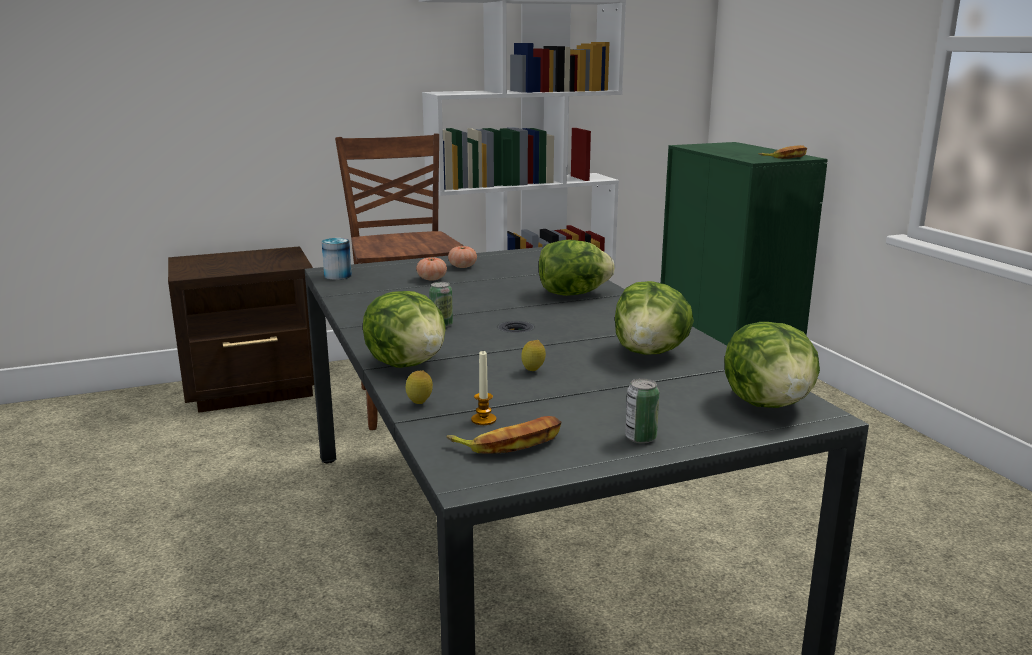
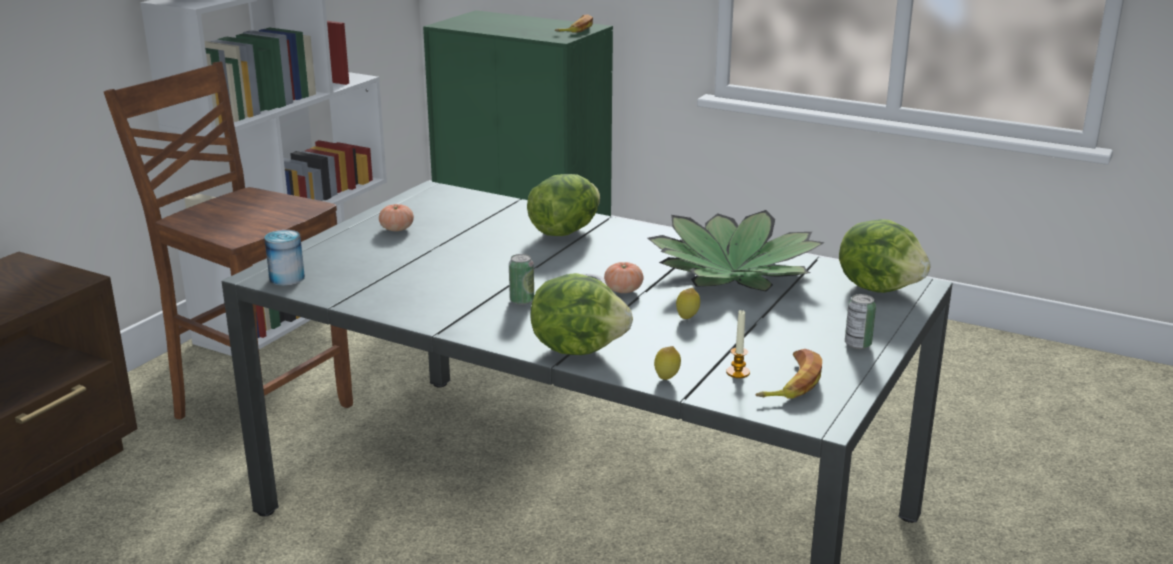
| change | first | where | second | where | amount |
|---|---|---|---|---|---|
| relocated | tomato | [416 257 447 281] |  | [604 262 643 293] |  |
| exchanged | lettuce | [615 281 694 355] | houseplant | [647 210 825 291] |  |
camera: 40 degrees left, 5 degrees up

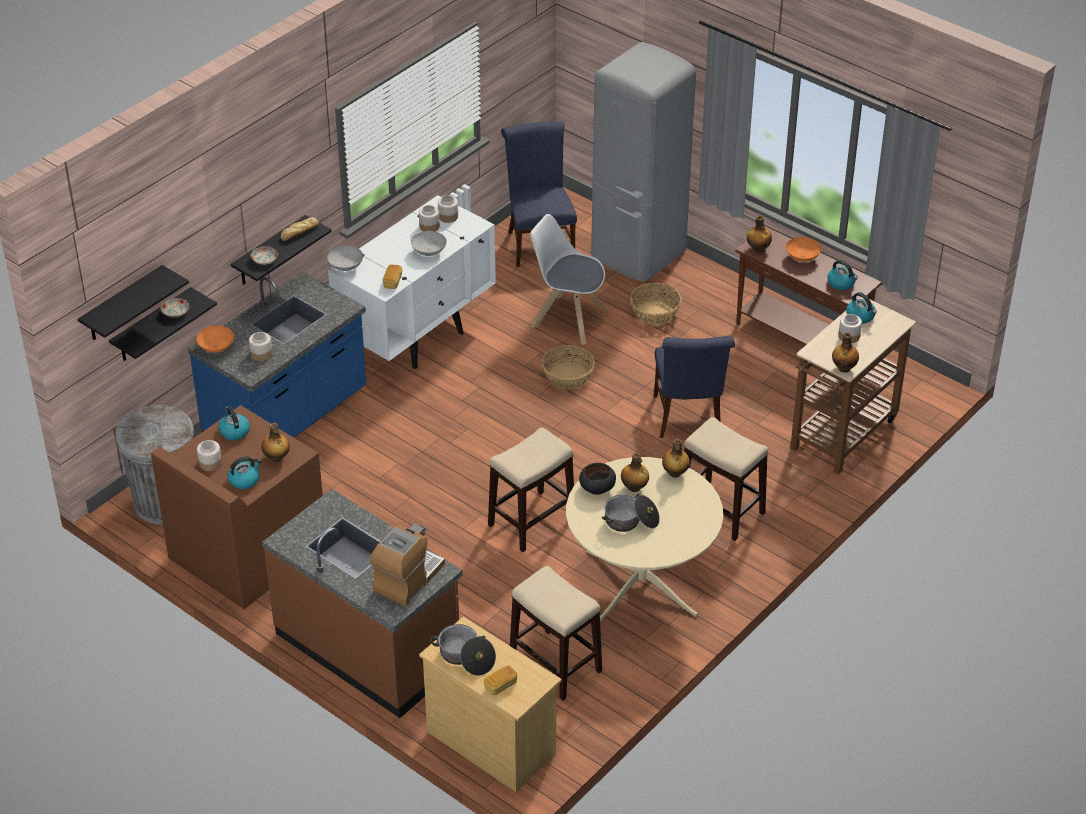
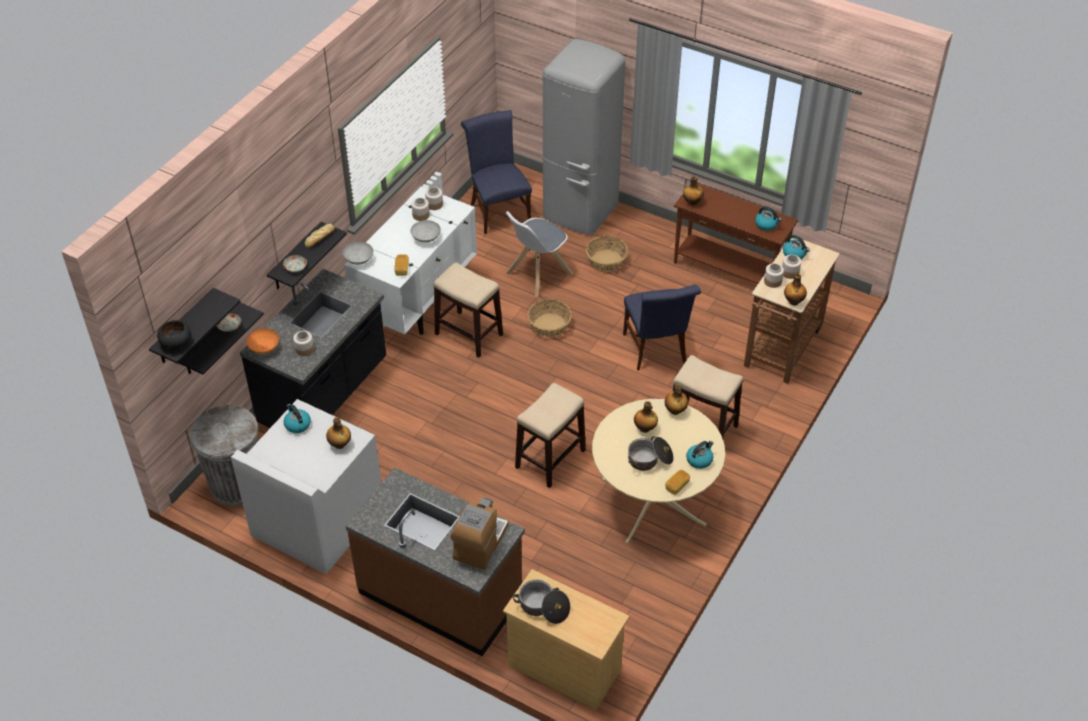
| change | first | where | second | where | amount |
|---|---|---|---|---|---|
| colour | brown-coloured laundry machine | [151 405 323 609] | white-coloured laundry machine | [231 399 382 574] |  |
| colour | blue kitchen counter | [188 271 366 438] | blackish kitchen counter | [240 268 386 428] |  |
| relocated | preserve jar | [197 440 222 471] |  | [764 263 784 288] |  |
| relocated | kettle | [227 456 261 489] |  | [686 441 714 469] |  |
| relocated | baked bread | [484 665 517 695] |  | [665 470 690 495] |  |
| relocated | sitting stool | [510 566 602 700] |  | [434 262 503 358] |  |
| spun | upright chair | [530 214 610 345] |  | [506 211 573 297] | 60 degrees counterclockwise |
| relocated | blackish bowl | [579 463 616 495] |  | [157 320 191 349] |  |
| missing | orange-coloured bowl | [786 237 821 262] |  |  |  |
camera: 10 degrees left, 5 degrees up

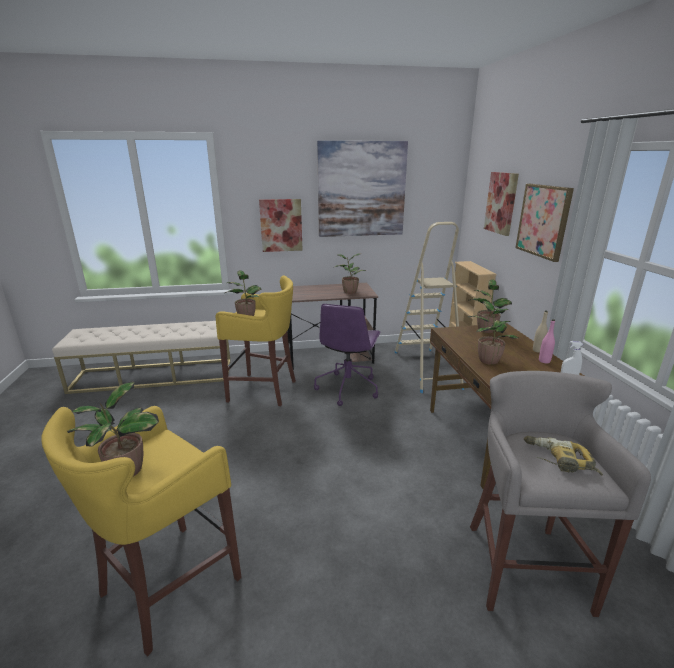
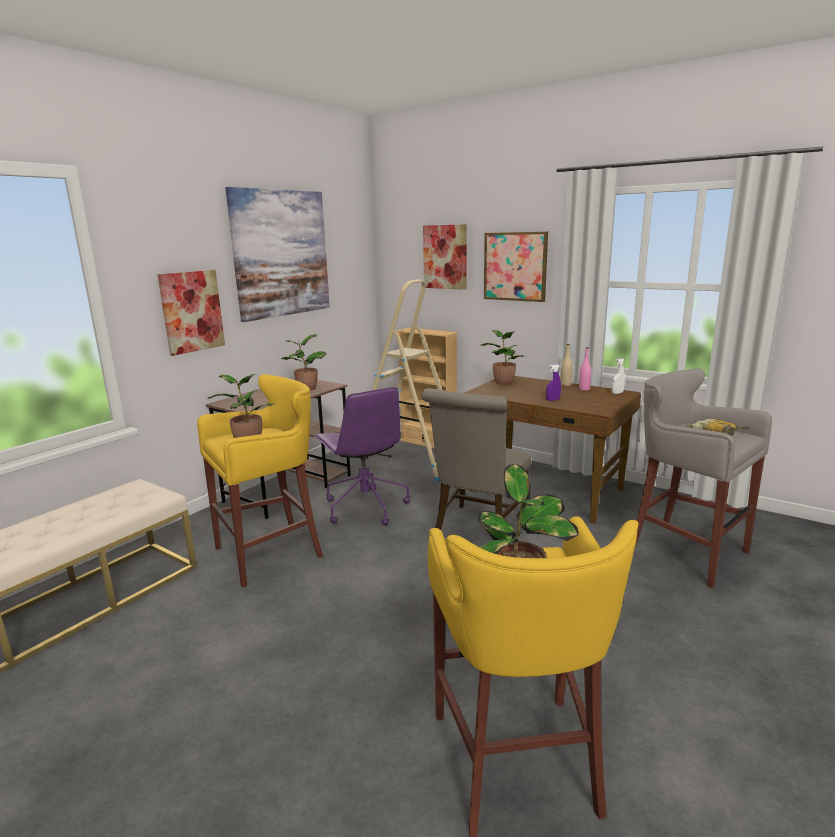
| change | first | where | second | where | amount |
|---|---|---|---|---|---|
| exchanged | houseplant | [466 301 519 365] | purple-coloured spray bottle | [546 364 561 401] |  |
| appeared |  |  | beige upright chair | [422 388 531 530] |  |
camera: 45 degrees left, 5 degrees down

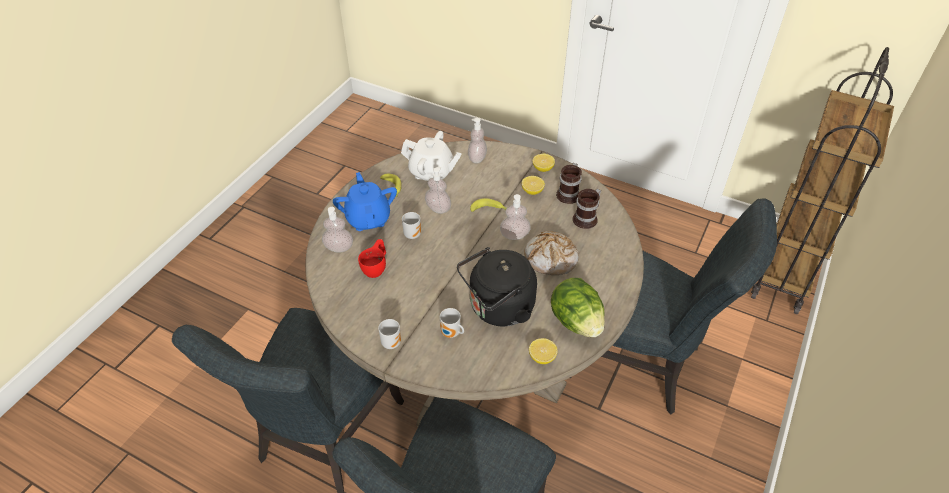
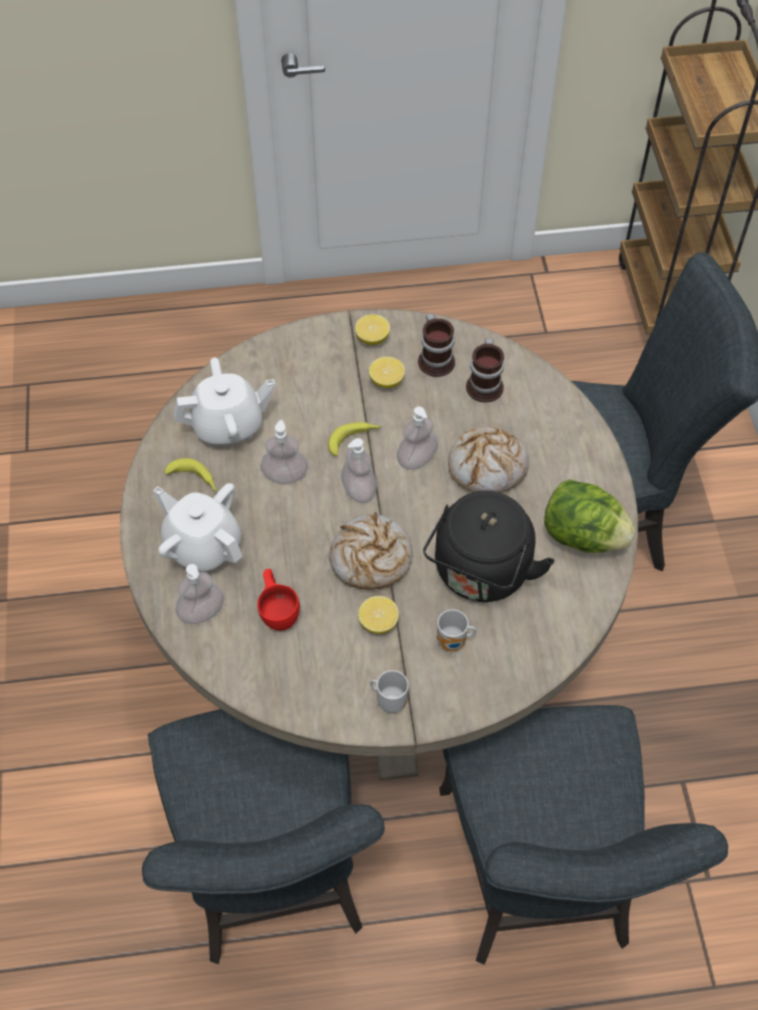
| change | first | where | second | where | amount |
|---|---|---|---|---|---|
| colour | blue pot for tea | [333 172 397 231] | white-coloured pot for tea | [153 483 243 572] |  |
| missing | coffee mug | [402 212 421 239] |  |  |  |
| relocated | soap dispenser | [468 118 487 164] |  | [341 438 377 503] |  |
| relocated | citrus fruit | [529 338 558 364] |  | [358 596 399 634] |  |
| appeared |  |  | baked bread | [329 512 413 590] |  |
camera: 35 degrees left, 10 degrees up

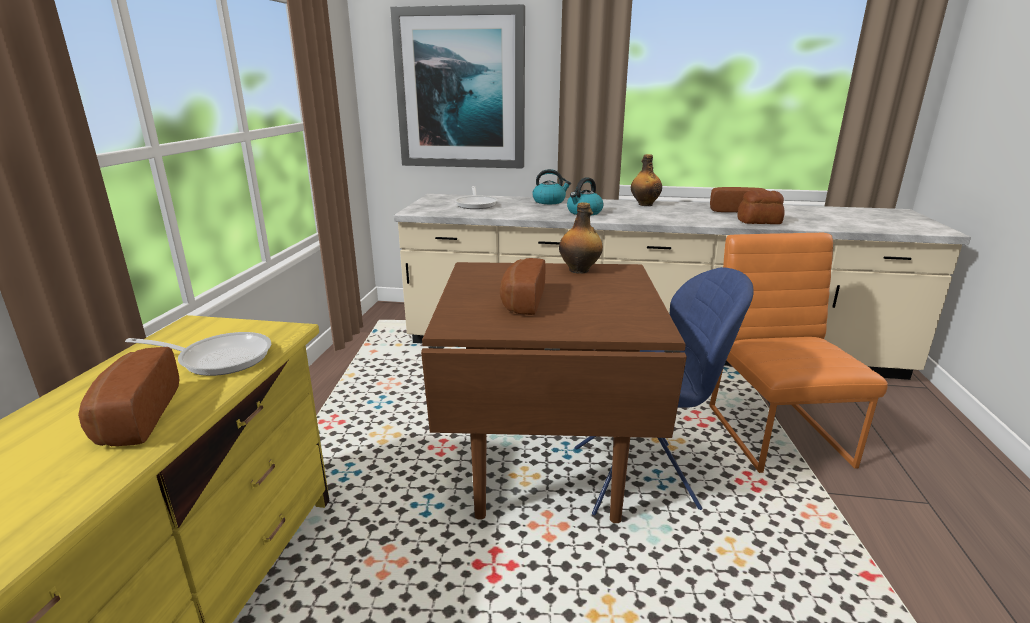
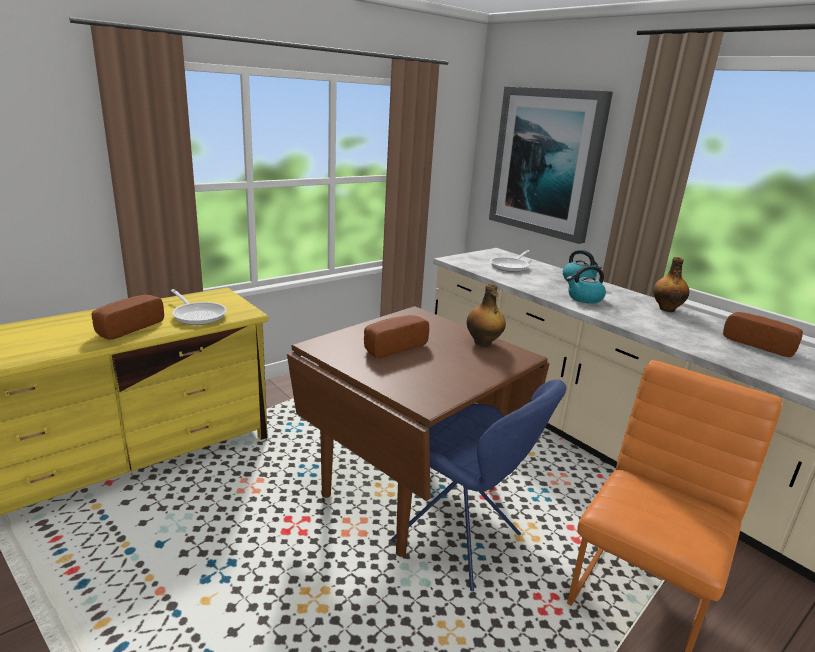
| change | first | where | second | where | amount |
|---|---|---|---|---|---|
| missing | baked bread | [737 190 785 224] |  |  |  |
camera: 40 degrees right, 0 degrees up

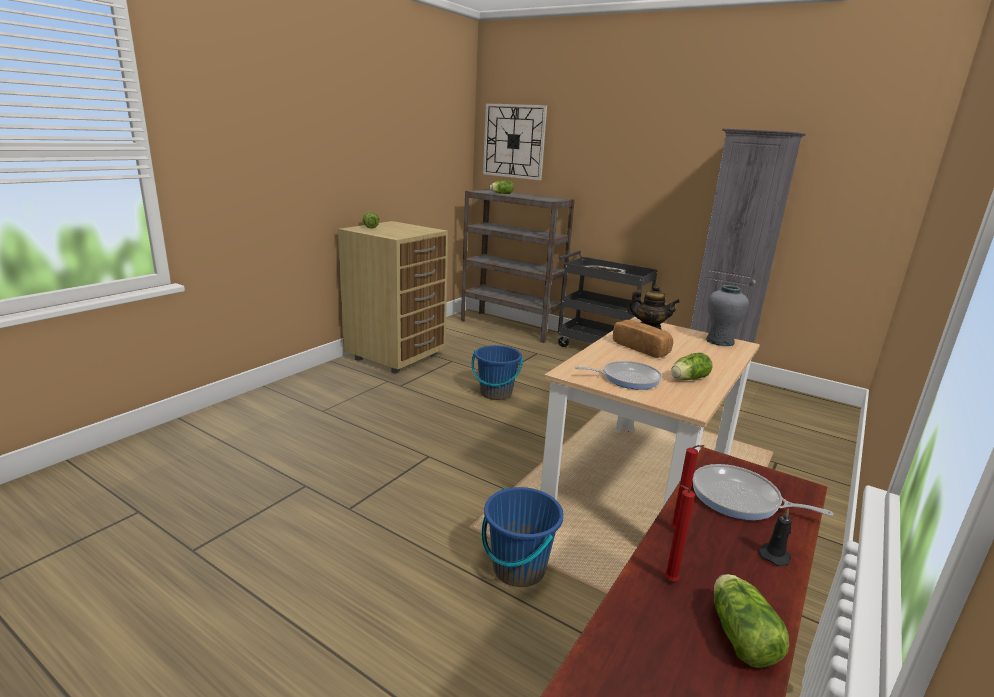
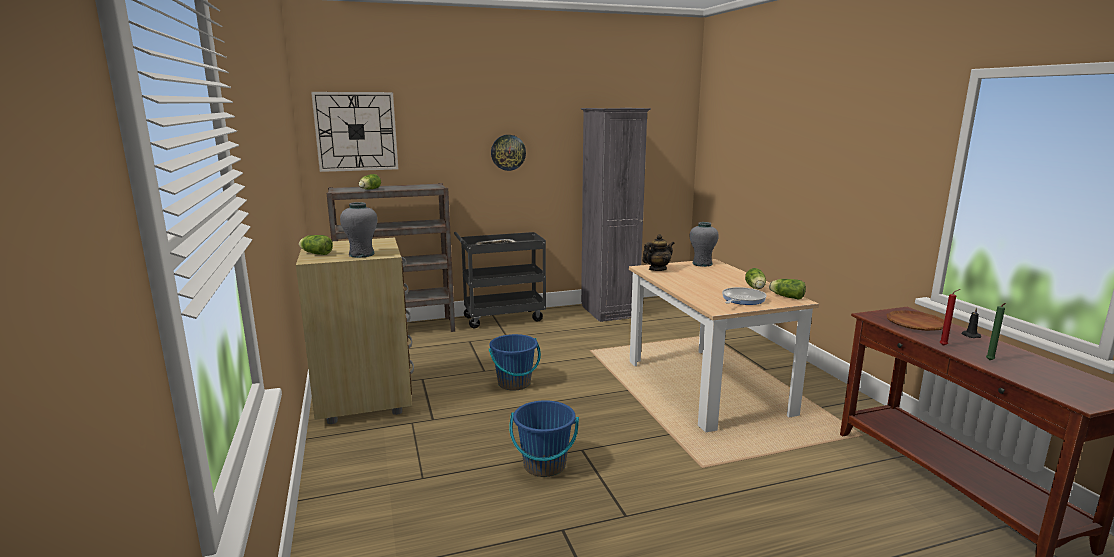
| change | first | where | second | where | amount |
|---|---|---|---|---|---|
| relocated | blue bucket | [482 487 564 587] |  | [509 400 579 477] |  |
| missing | baked bread | [613 320 673 358] |  |  |  |
| colour | red wax light | [664 485 695 581] | green-coloured wax light | [986 303 1006 360] |  |
| exchanged | frying pan | [693 464 834 520] | brown-coloured plate | [886 310 944 331] |  |
| relocated | lettuce | [714 574 789 668] |  | [769 279 806 300] |  |
| appeared |  |  | gray vase | [340 202 377 258] |  |
| appeared |  |  | hanging clock | [491 135 526 171] |  |
camera: 50 degrees left, 5 degrees down

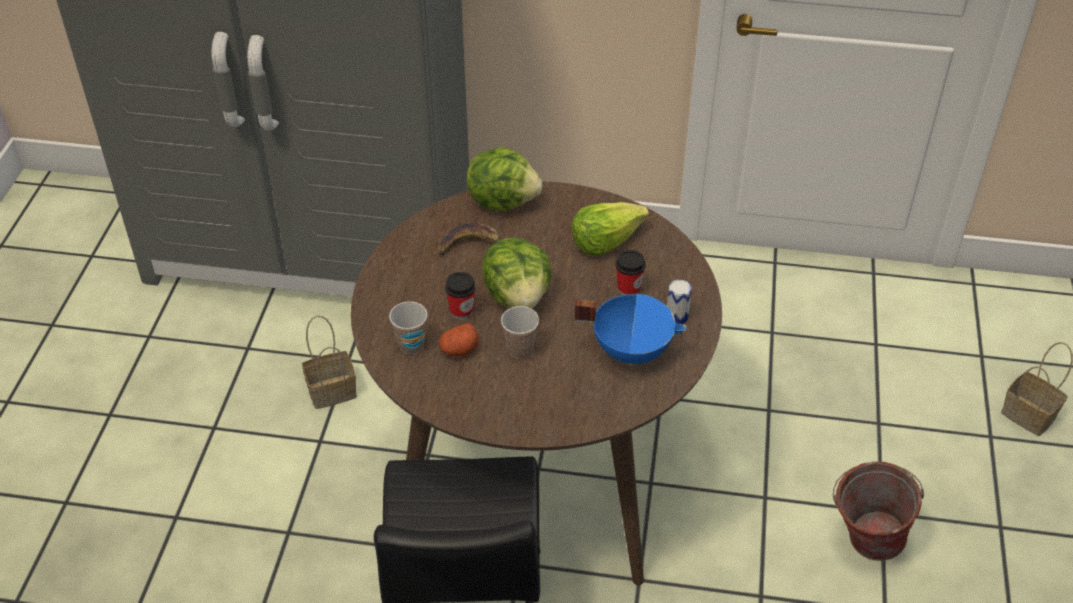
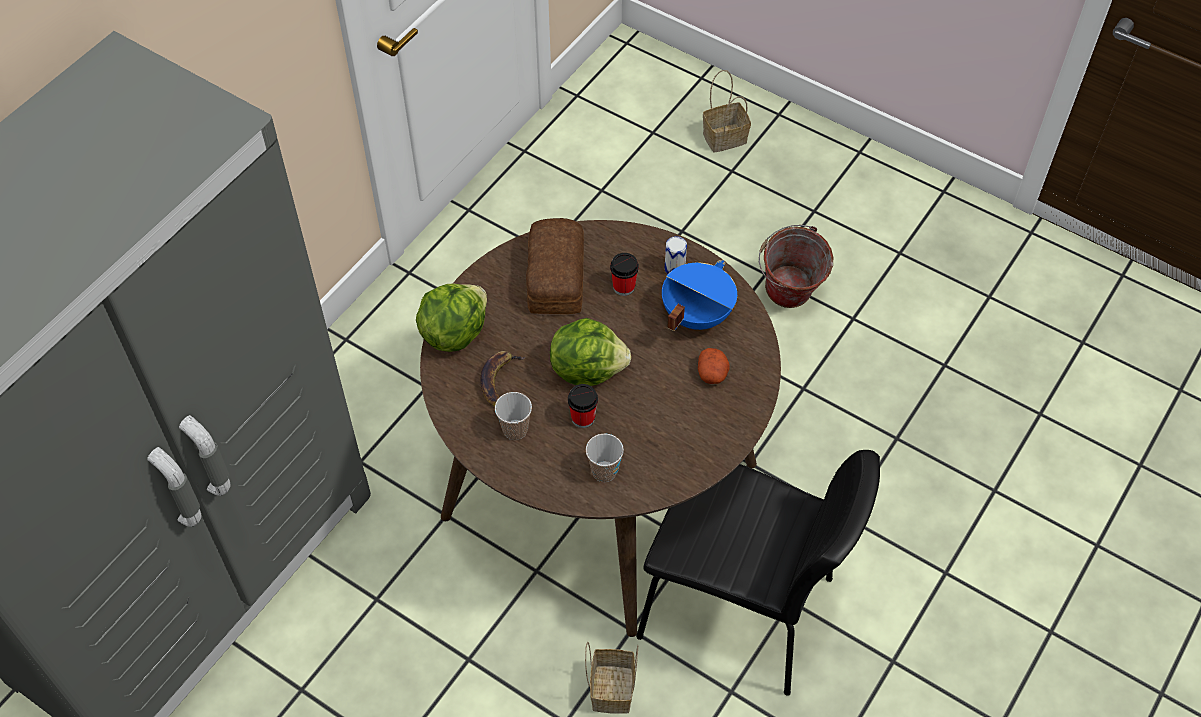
| change | first | where | second | where | amount |
|---|---|---|---|---|---|
| relocated | household basket | [302 316 357 409] |  | [585 641 638 714] |  |
| relocated | spud | [439 323 479 357] |  | [698 348 730 384] |  |
| relocated | small cup | [501 306 539 359] |  | [495 392 532 440] |  |
| exchanged | lettuce | [572 202 649 256] | baked bread | [526 218 584 314] |  |
camera: 65 degrees left, 10 degrees up

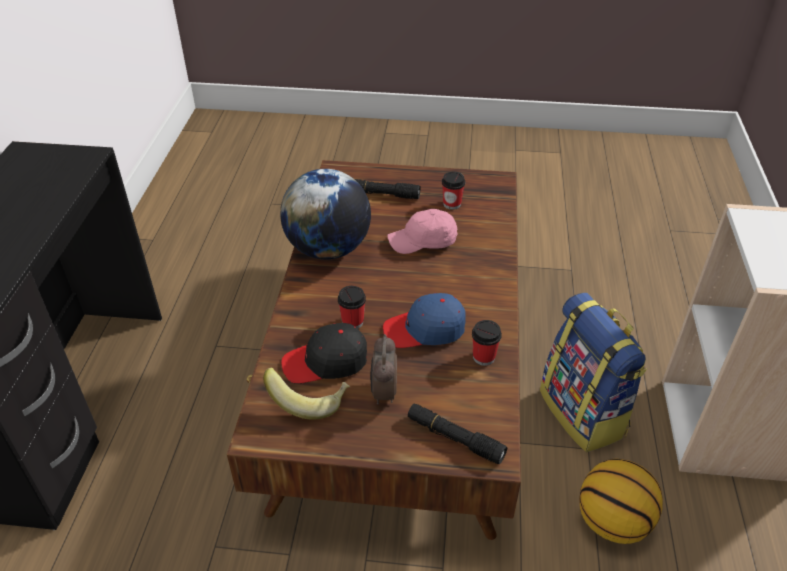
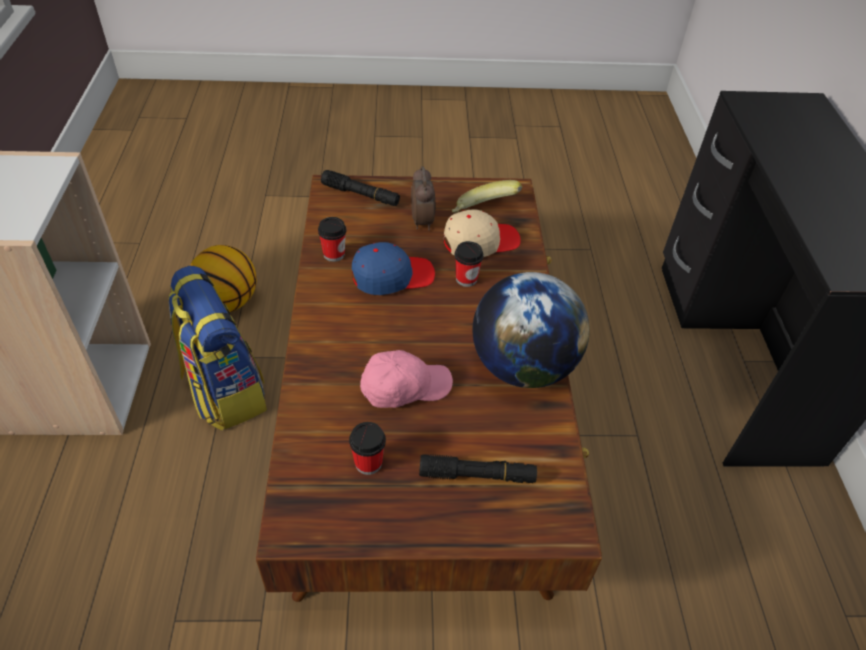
| change | first | where | second | where | amount |
|---|---|---|---|---|---|
| colour | blackish baseball cap | [281 323 367 383] | beige baseball cap | [443 209 521 257] |  |
camera: 170 degrees right, 5 degrees up

